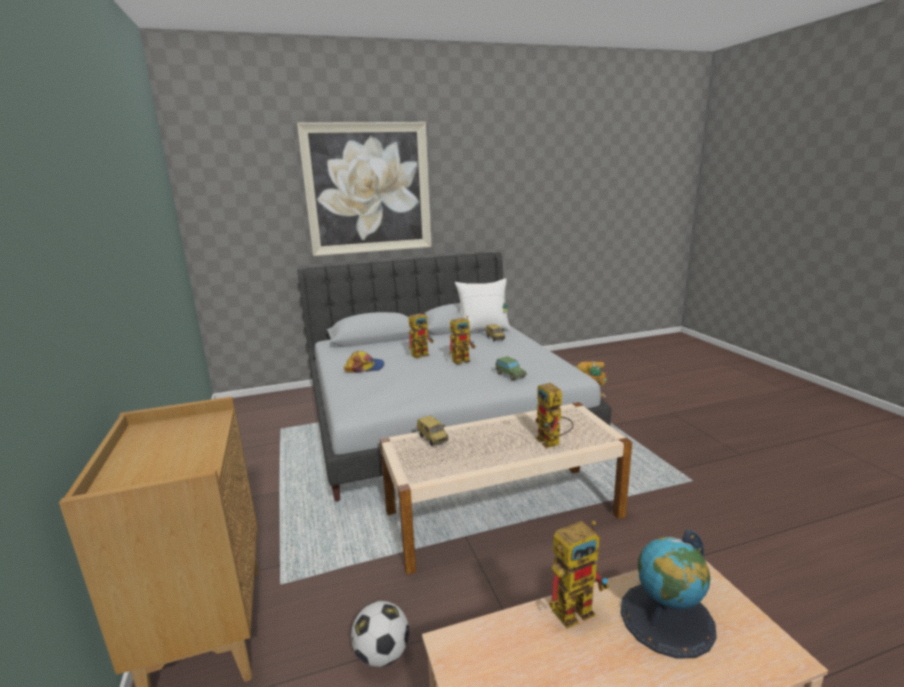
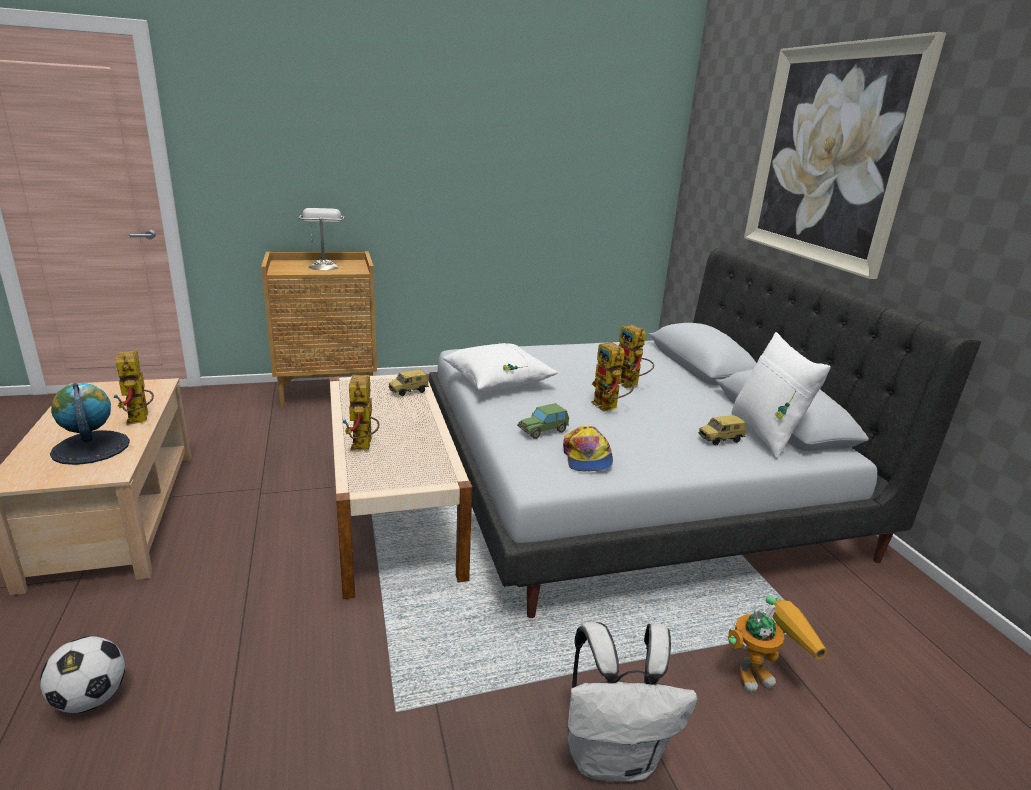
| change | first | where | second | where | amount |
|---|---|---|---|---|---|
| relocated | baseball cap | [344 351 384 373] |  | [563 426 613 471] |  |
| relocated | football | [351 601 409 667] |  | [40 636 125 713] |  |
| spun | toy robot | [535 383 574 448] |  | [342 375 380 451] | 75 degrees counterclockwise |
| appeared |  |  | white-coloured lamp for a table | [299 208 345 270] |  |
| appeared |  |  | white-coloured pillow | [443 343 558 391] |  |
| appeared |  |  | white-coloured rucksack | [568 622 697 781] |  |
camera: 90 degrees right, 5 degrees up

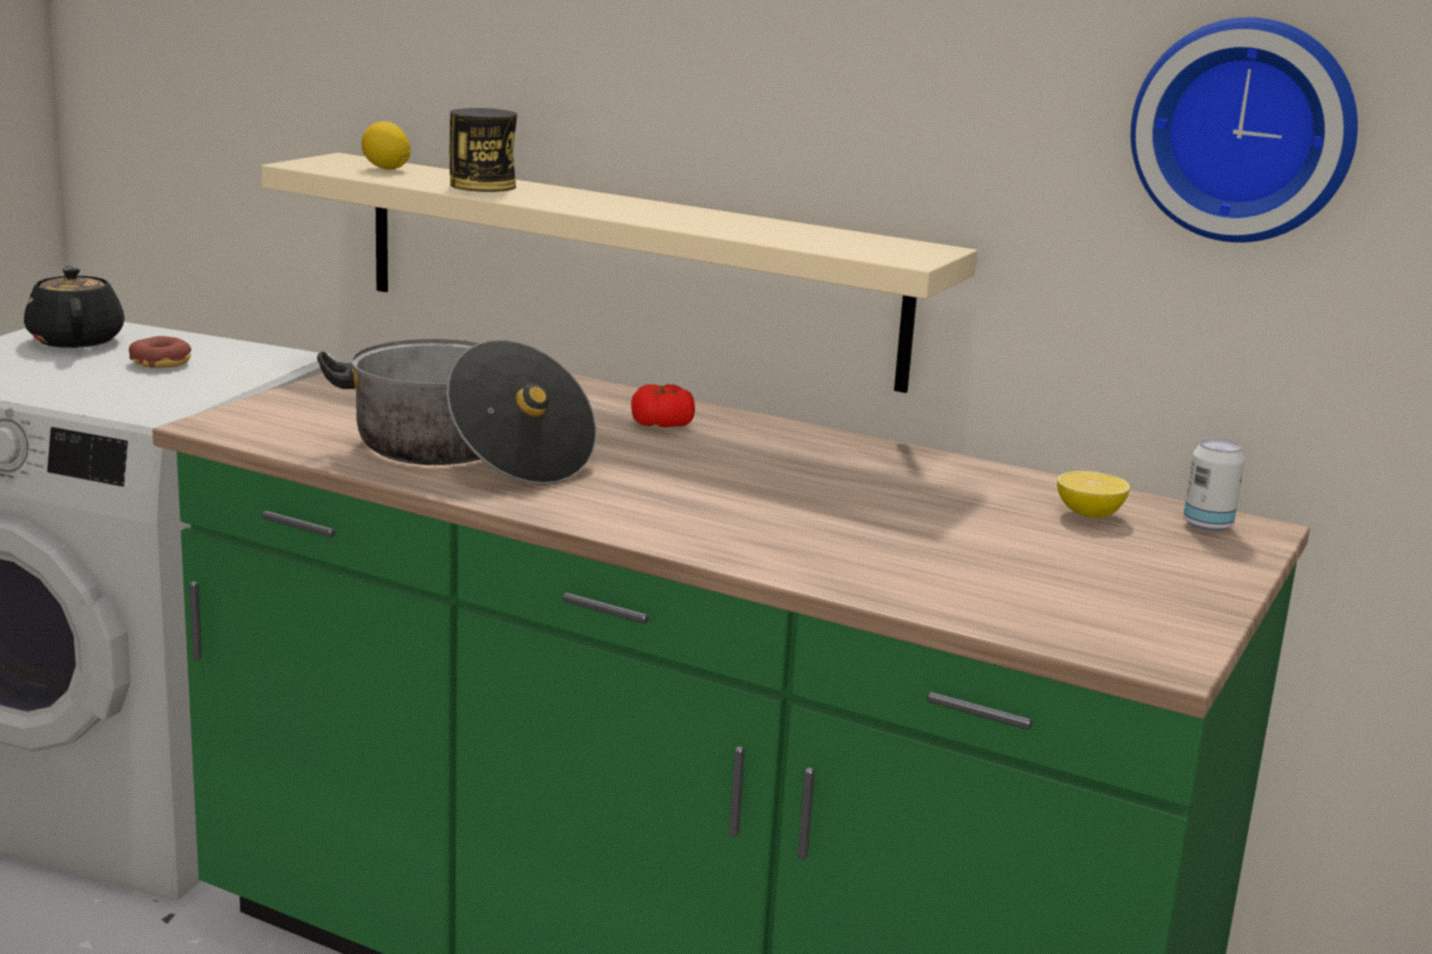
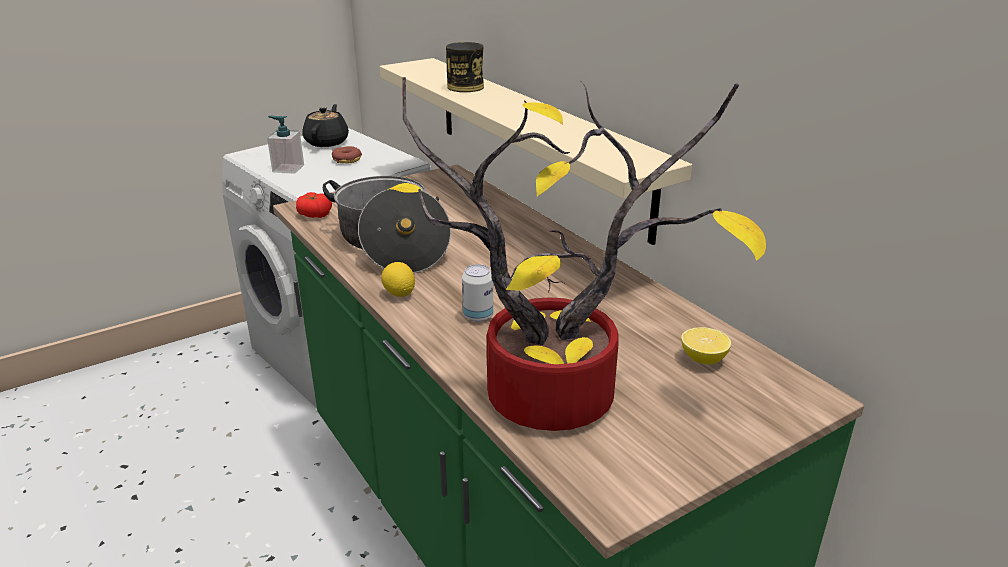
| change | first | where | second | where | amount |
|---|---|---|---|---|---|
| relocated | citrus fruit | [362 121 410 169] |  | [381 262 415 297] |  |
| relocated | tomato | [631 384 695 427] |  | [296 192 332 218] |  |
| missing | hanging clock | [1131 17 1358 243] |  |  |  |
| relocated | sealed can | [1183 438 1245 532] |  | [462 264 493 322] |  |
| appeared |  |  | soap dispenser | [267 116 304 174] |  |
| appeared |  |  | houseplant | [387 77 766 431] |  |
camera: 30 degrees right, 10 degrees up

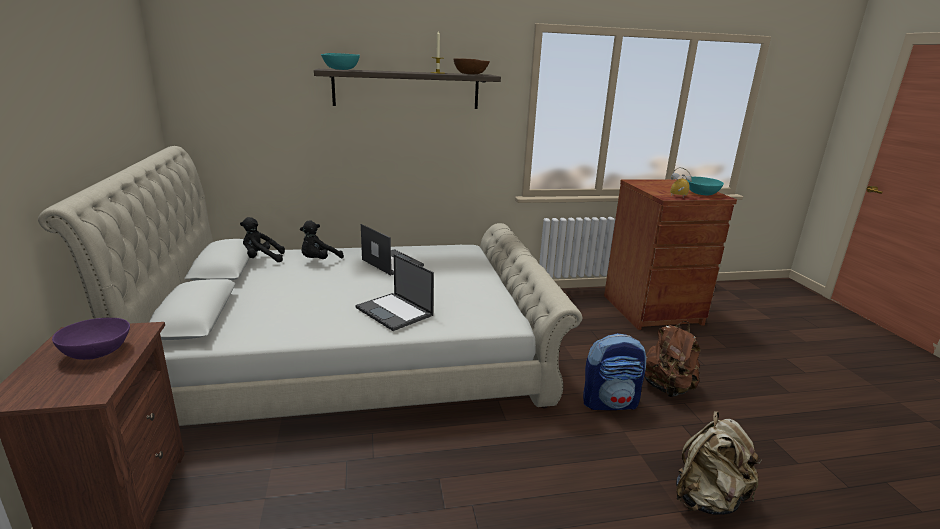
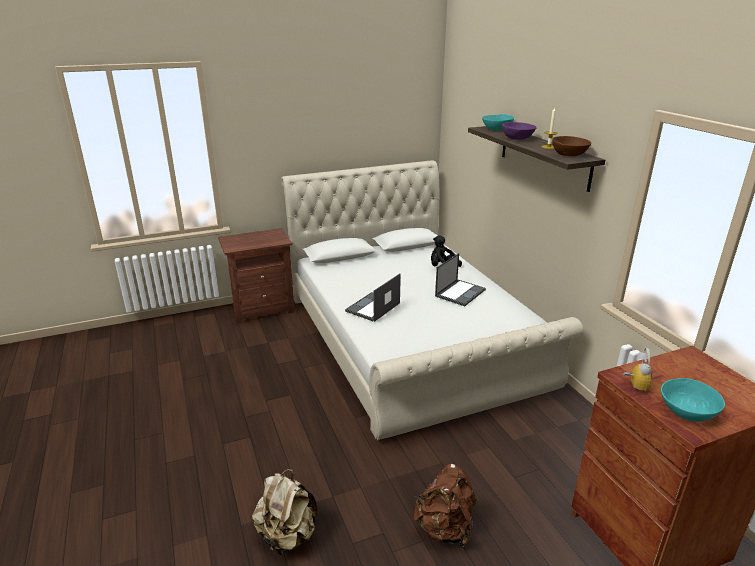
| change | first | where | second | where | amount |
|---|---|---|---|---|---|
| relocated | purple-coloured bowl | [52 318 130 360] |  | [502 122 537 139] |  |
| missing | blackish plush toy | [240 217 285 262] |  |  |  |
| missing | rucksack | [583 333 646 410] |  |  |  |
camera: 80 degrees right, 5 degrees up

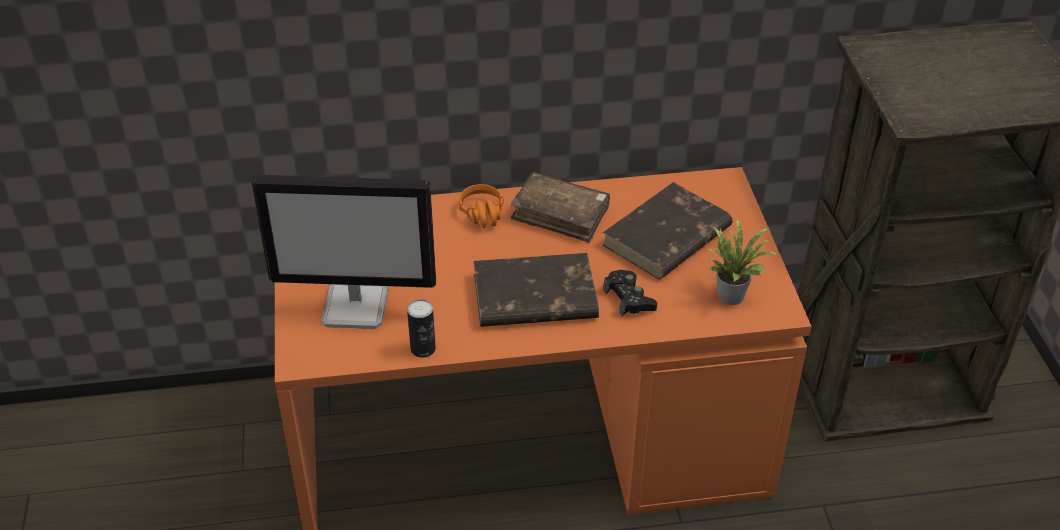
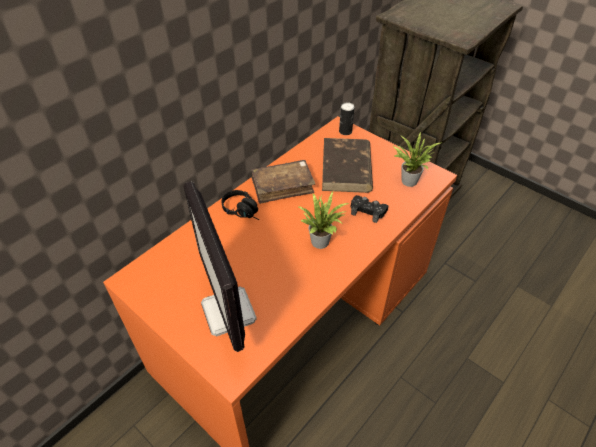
| change | first | where | second | where | amount |
|---|---|---|---|---|---|
| spun | monitor | [251 175 436 329] |  | [183 182 257 352] | 105 degrees clockwise |
| relocated | sealed can | [407 299 436 358] |  | [339 102 355 135] |  |
| colour | orange-coloured headset | [459 184 504 234] | blackish headset | [222 190 259 220] |  |
| exchanged | brown-coloured bound book | [474 253 599 327] | houseplant | [297 191 349 249] |  |
camera: 40 degrees left, 5 degrees up

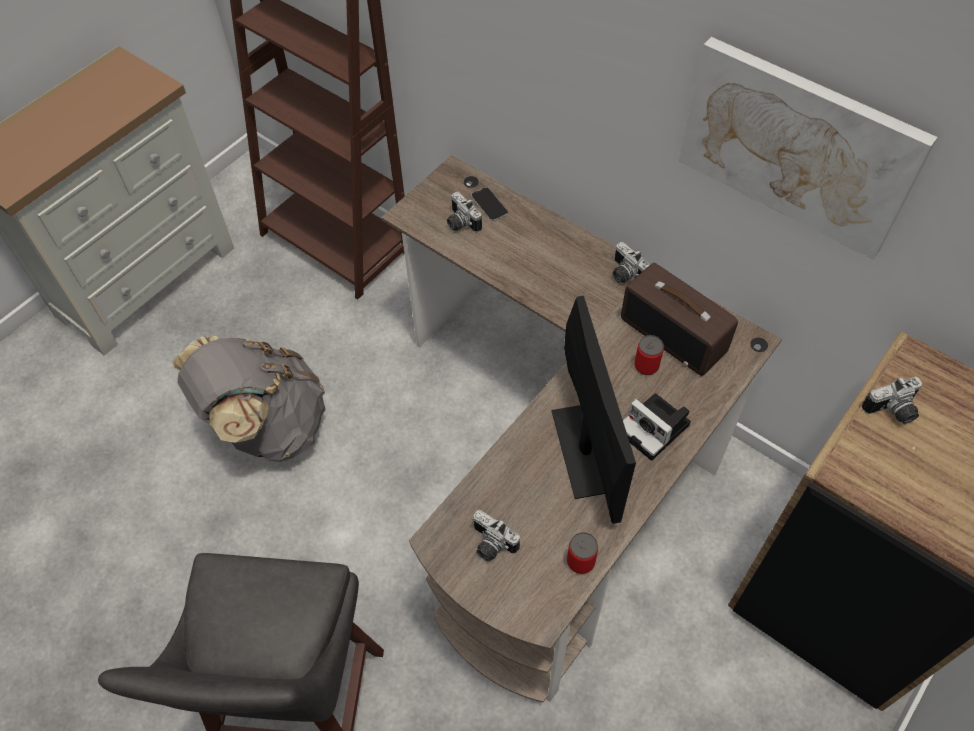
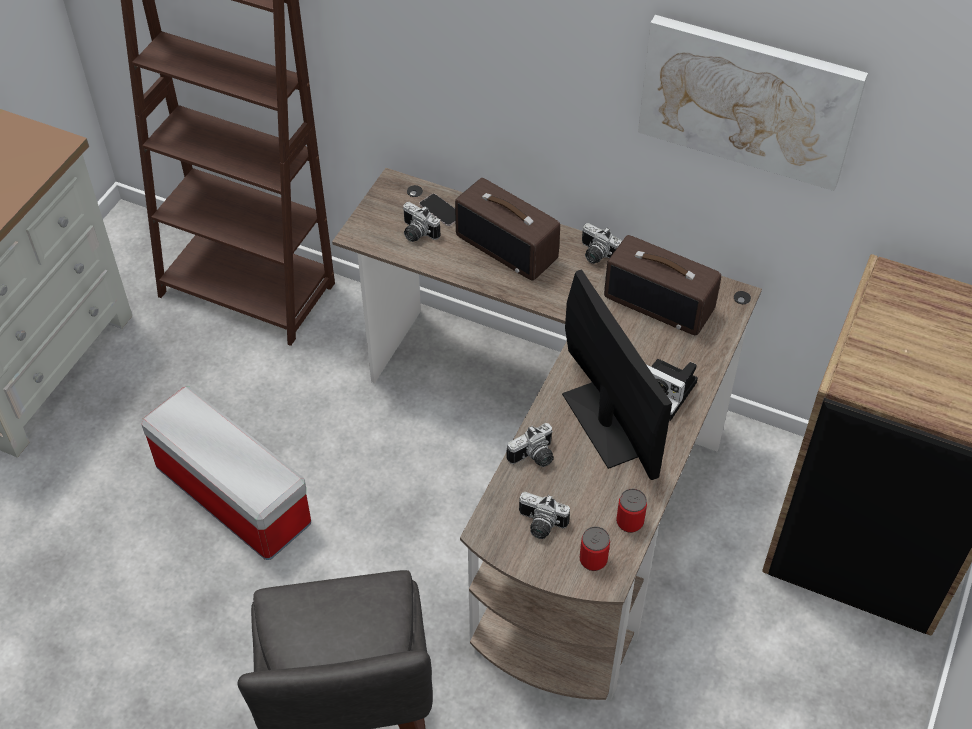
| change | first | where | second | where | amount |
|---|---|---|---|---|---|
| exchanged | gray rucksack | [172 336 325 462] | storage bin | [141 387 311 560] |  |
| relocated | sealed can | [634 335 664 375] |  | [580 526 610 571] |  |
| relocated | still camera | [862 377 922 424] |  | [506 423 554 467] |  |
| appeared |  |  | radio | [455 178 560 281] |  |
camera: 15 degrees left, 5 degrees down

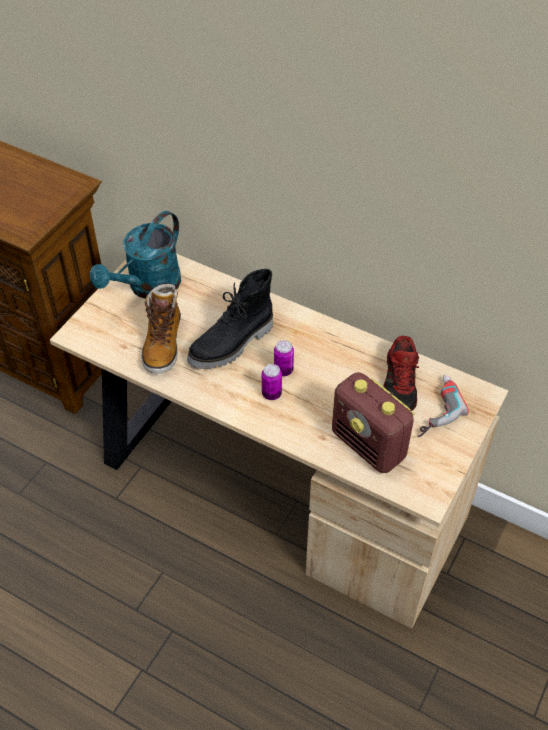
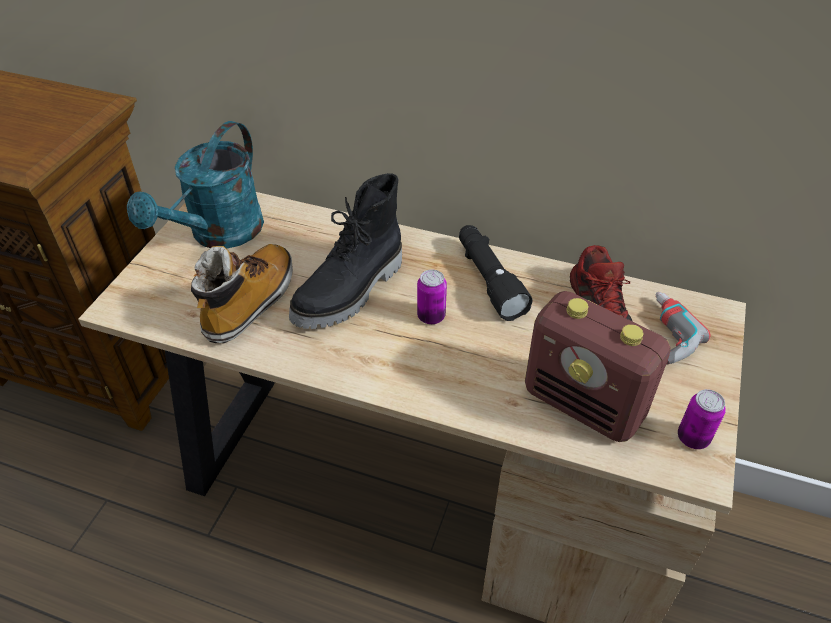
| change | first | where | second | where | amount |
|---|---|---|---|---|---|
| spun | tall boot | [141 283 181 374] |  | [191 244 293 344] | 150 degrees counterclockwise |
| relocated | sealed can | [262 364 282 400] |  | [678 389 726 449] |  |
| appeared |  |  | blackish hand torch | [459 225 532 321] |  |
camera: 10 degrees left, 5 degrees down

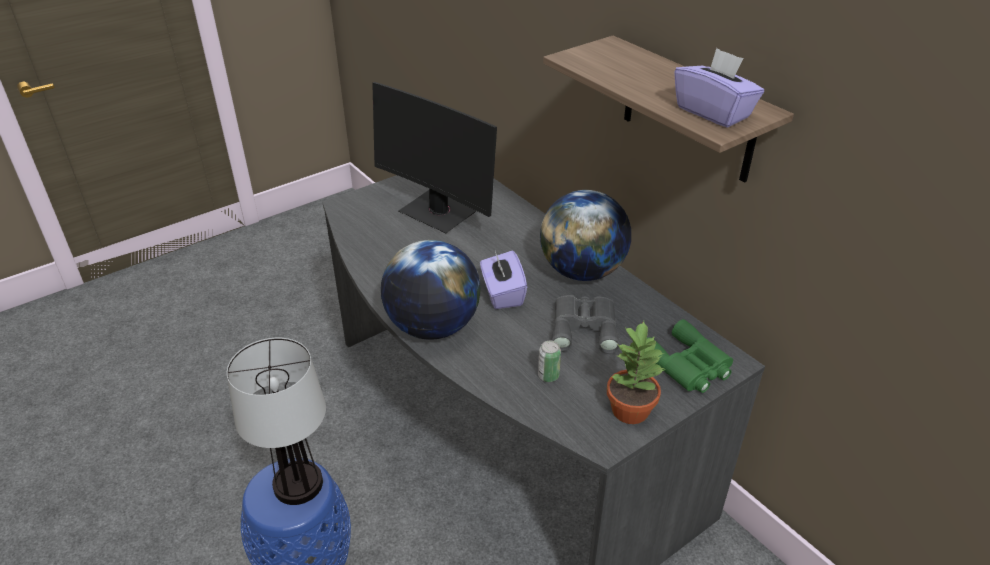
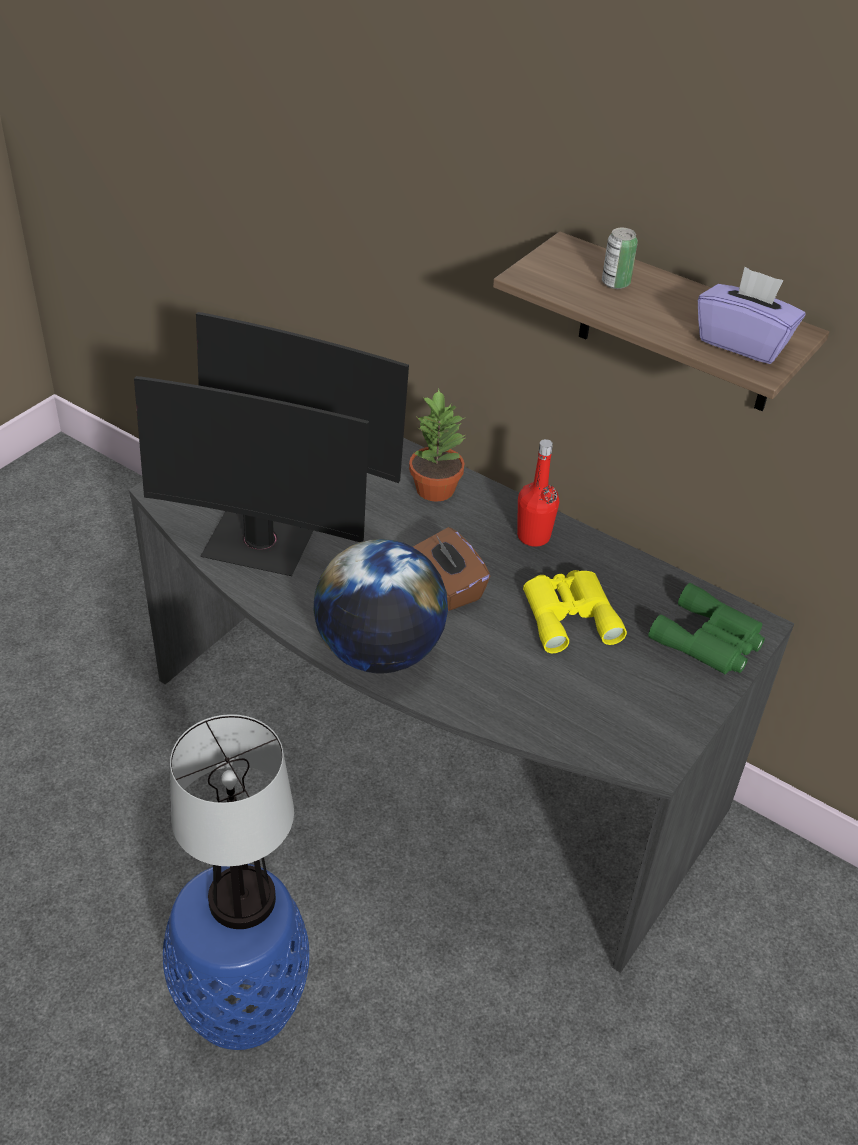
| change | first | where | second | where | amount |
|---|---|---|---|---|---|
| colour | purple-coloured box of tissues | [480 251 527 309] | brown-coloured box of tissues | [413 527 490 611] |  |
| relocated | sealed can | [538 341 561 382] |  | [602 228 638 289] |  |
| exchanged | desk globe | [540 190 631 281] | red drink bottle | [517 439 559 547] |  |
| colour | gray binoculars | [552 295 620 354] | yellow-coloured binoculars | [523 570 627 653] |  |
| relocated | houseplant | [607 321 666 424] |  | [409 389 465 502] |  |
| appeared |  |  | monitor | [134 376 369 576] |  |
camera: 20 degrees left, 5 degrees up

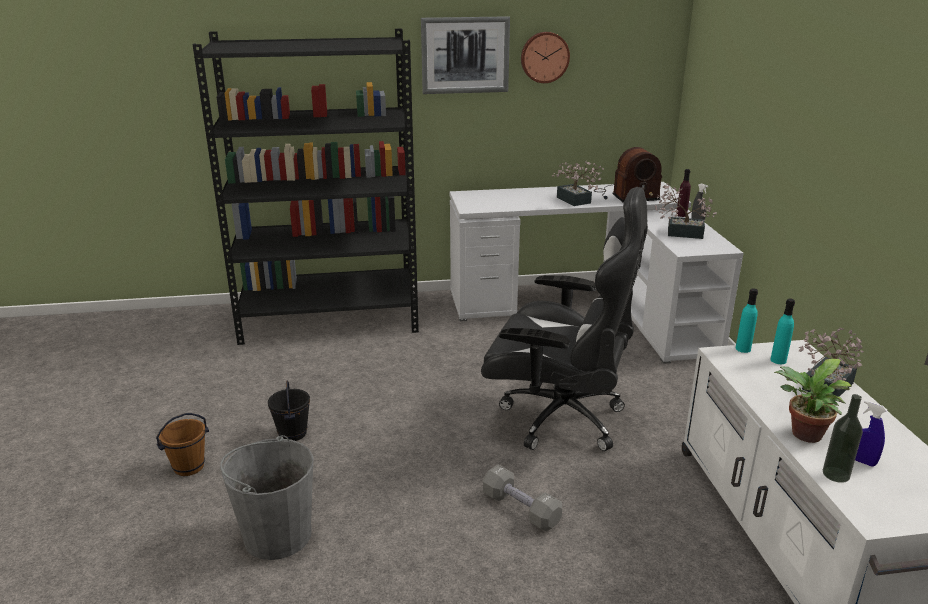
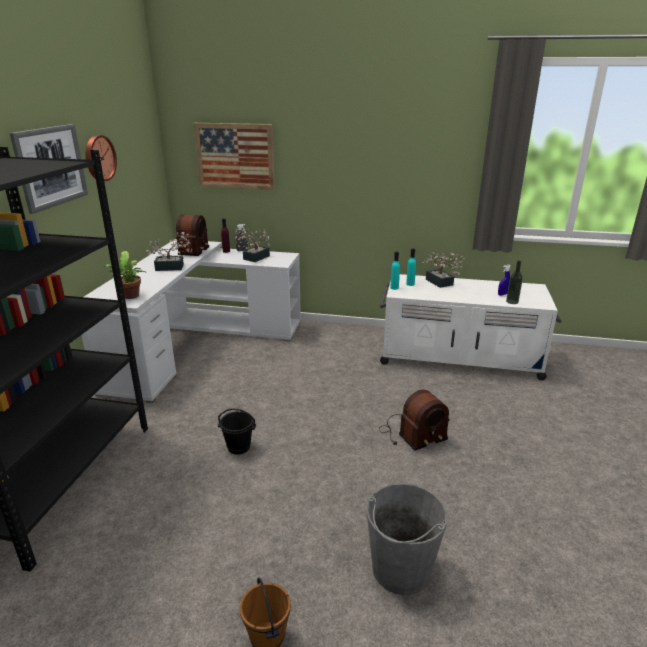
| change | first | where | second | where | amount |
|---|---|---|---|---|---|
| relocated | blackish bucket | [268 380 310 441] |  | [218 408 256 455] |  |
| missing | blackish desk chair | [481 187 648 451] |  |  |  |
| exchanged | gray hand weight | [483 464 562 531] | radio | [379 390 450 450] |  |
| relocated | houseplant | [774 359 852 443] |  | [104 251 146 299] |  |
| appeared |  |  | wall art | [193 123 275 190] |  |
camera: 70 degrees left, 0 degrees up

